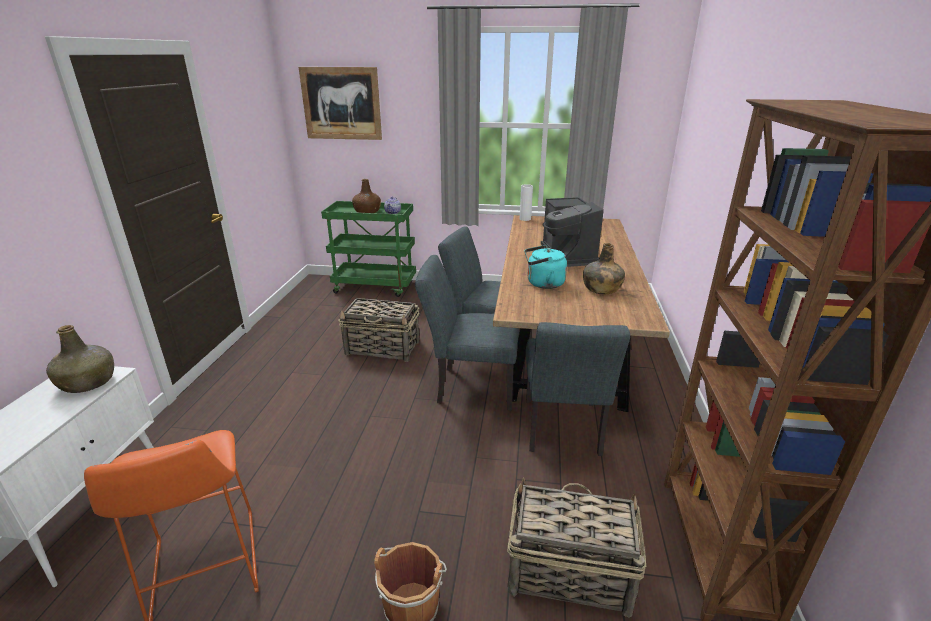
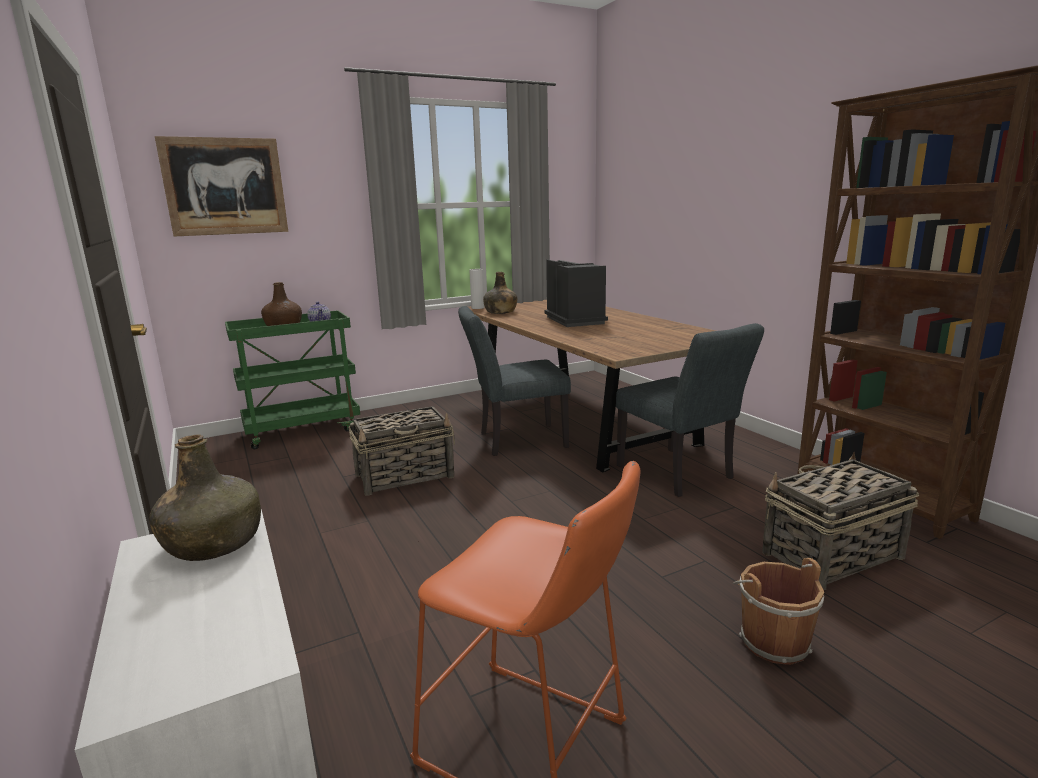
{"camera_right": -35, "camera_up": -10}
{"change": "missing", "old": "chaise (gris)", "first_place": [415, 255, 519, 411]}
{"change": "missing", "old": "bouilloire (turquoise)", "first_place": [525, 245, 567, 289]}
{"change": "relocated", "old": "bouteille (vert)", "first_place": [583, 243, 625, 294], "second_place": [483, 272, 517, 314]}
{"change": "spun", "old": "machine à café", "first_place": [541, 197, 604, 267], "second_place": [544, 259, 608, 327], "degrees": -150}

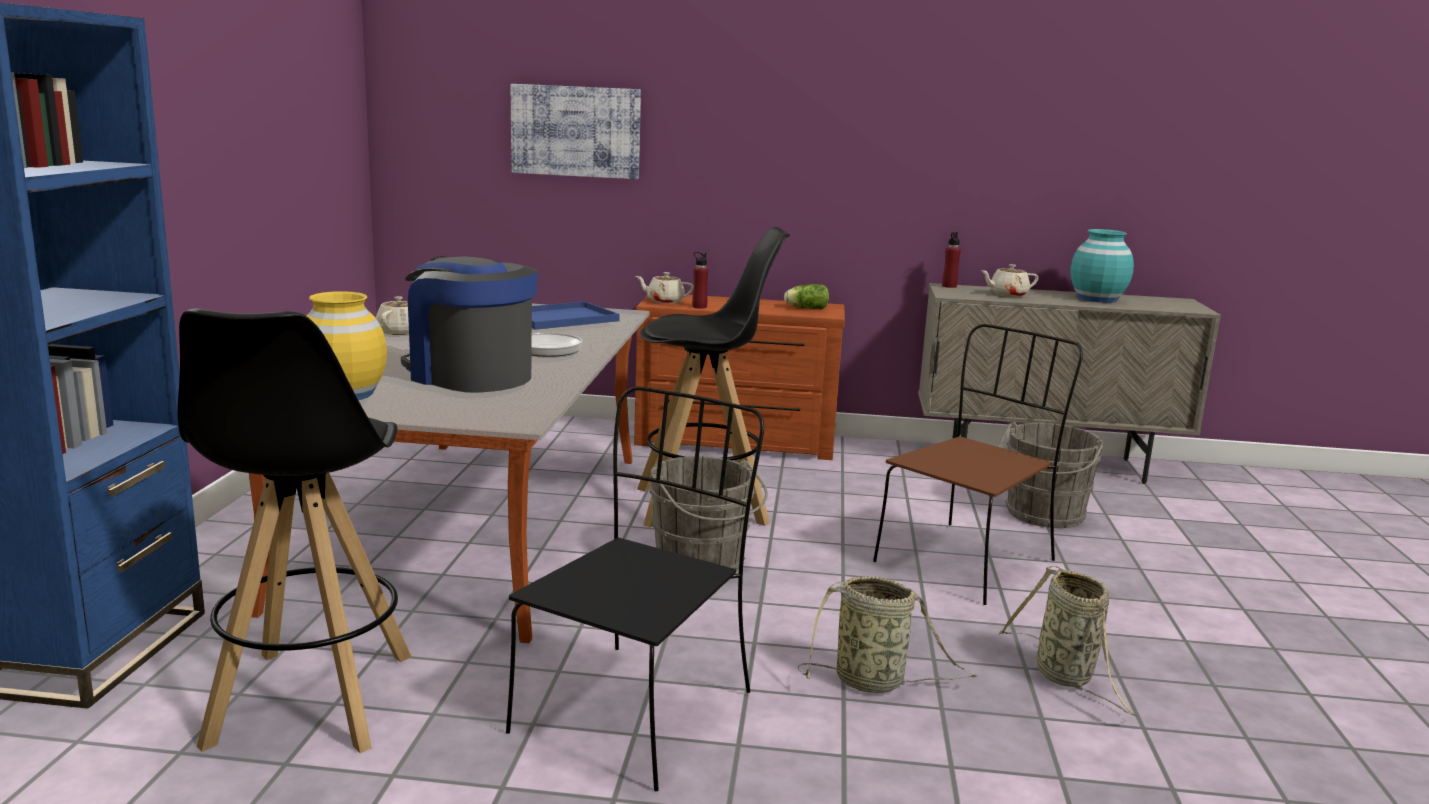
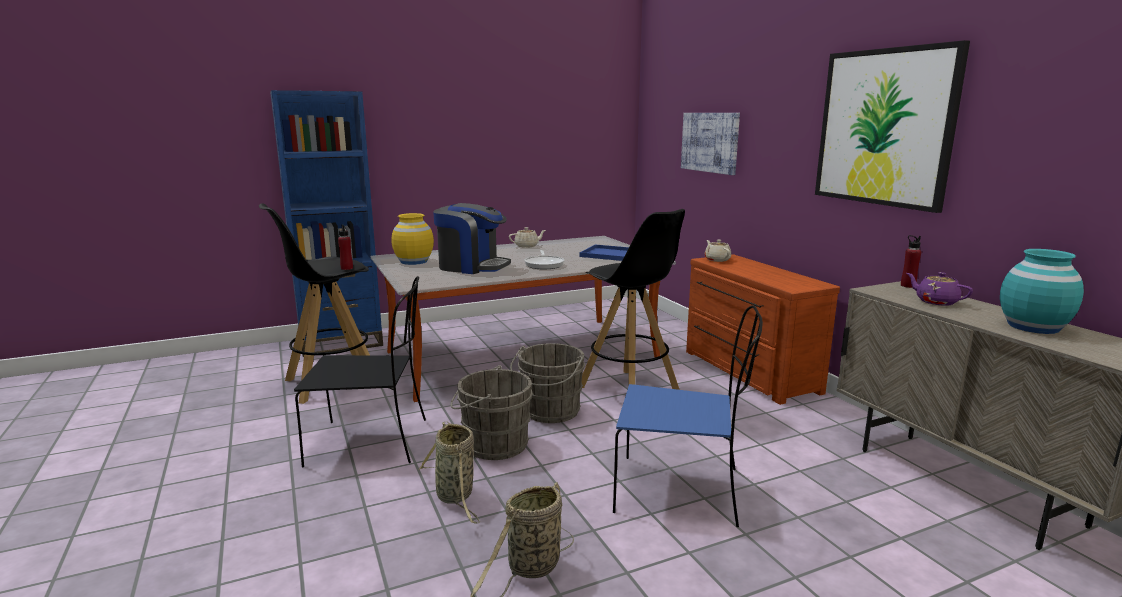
{"camera_right": 60, "camera_up": 0}
{"change": "missing", "old": "laitue", "first_place": [784, 284, 829, 309]}
{"change": "appeared", "new": "tableau", "second_place": [815, 40, 970, 213]}
{"change": "relocated", "old": "bouteille (rouge)", "first_place": [692, 252, 709, 309], "second_place": [338, 224, 353, 270]}
{"change": "relocated", "old": "seau (gris)", "first_place": [999, 422, 1104, 528], "second_place": [450, 365, 533, 460]}
{"change": "colour", "old": "chaise (marron)", "new": "chaise (bleu)", "first_place": [873, 324, 1083, 605], "second_place": [613, 305, 763, 527]}
{"change": "colour", "old": "théière (beige)", "new": "théière (violet)", "first_place": [980, 264, 1038, 297], "second_place": [906, 272, 973, 306]}
{"change": "spun", "old": "machine à café", "first_place": [401, 256, 538, 393], "second_place": [433, 203, 511, 274], "degrees": 105}

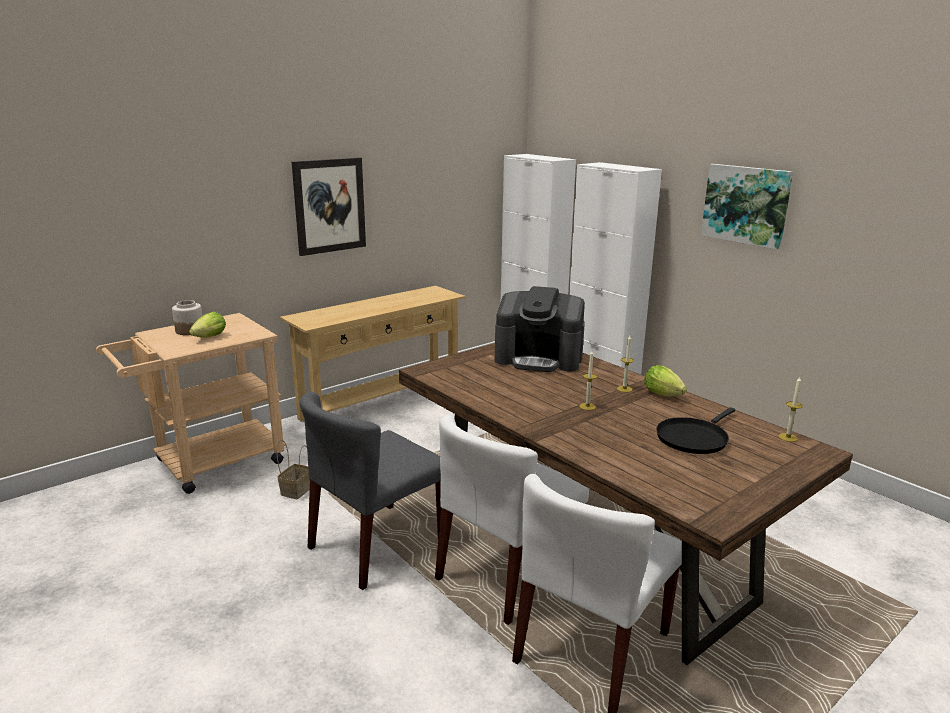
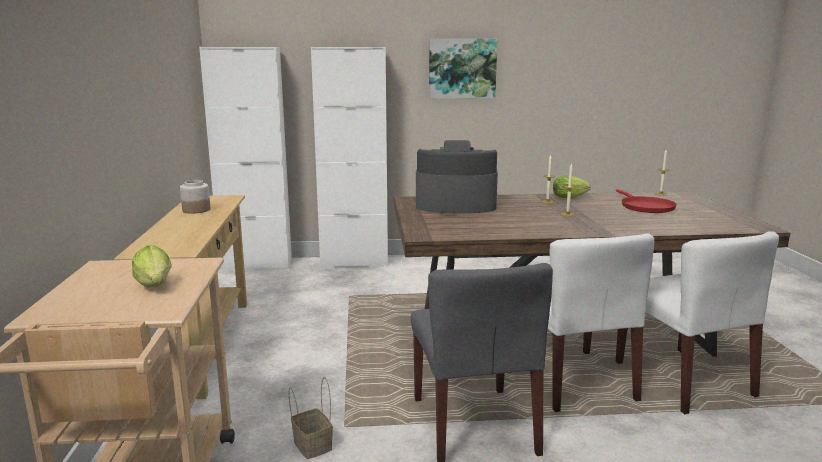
{"camera_right": -55, "camera_up": -5}
{"change": "missing", "old": "tableau", "first_place": [292, 158, 366, 256]}
{"change": "relocated", "old": "bocal", "first_place": [172, 300, 202, 335], "second_place": [180, 180, 210, 214]}
{"change": "colour", "old": "poêle (noir)", "new": "poêle (rouge)", "first_place": [656, 407, 735, 454], "second_place": [616, 189, 677, 213]}
{"change": "spun", "old": "machine à café", "first_place": [495, 286, 585, 372], "second_place": [416, 140, 498, 214], "degrees": -135}

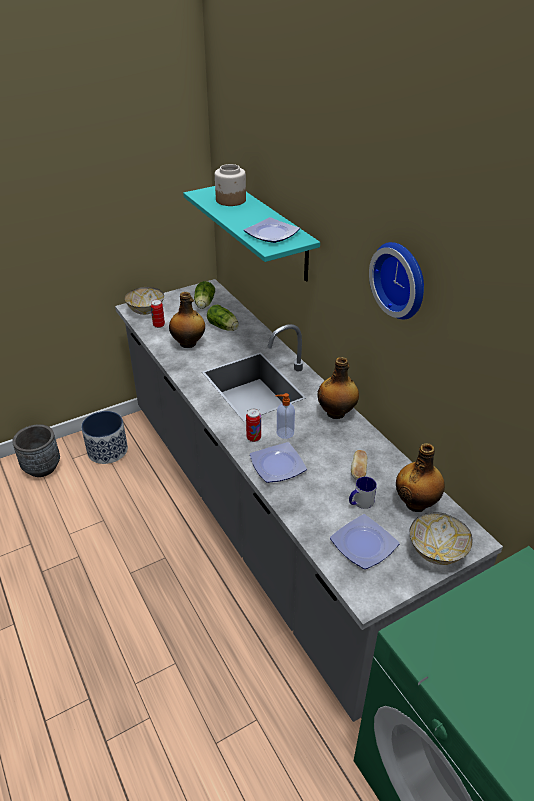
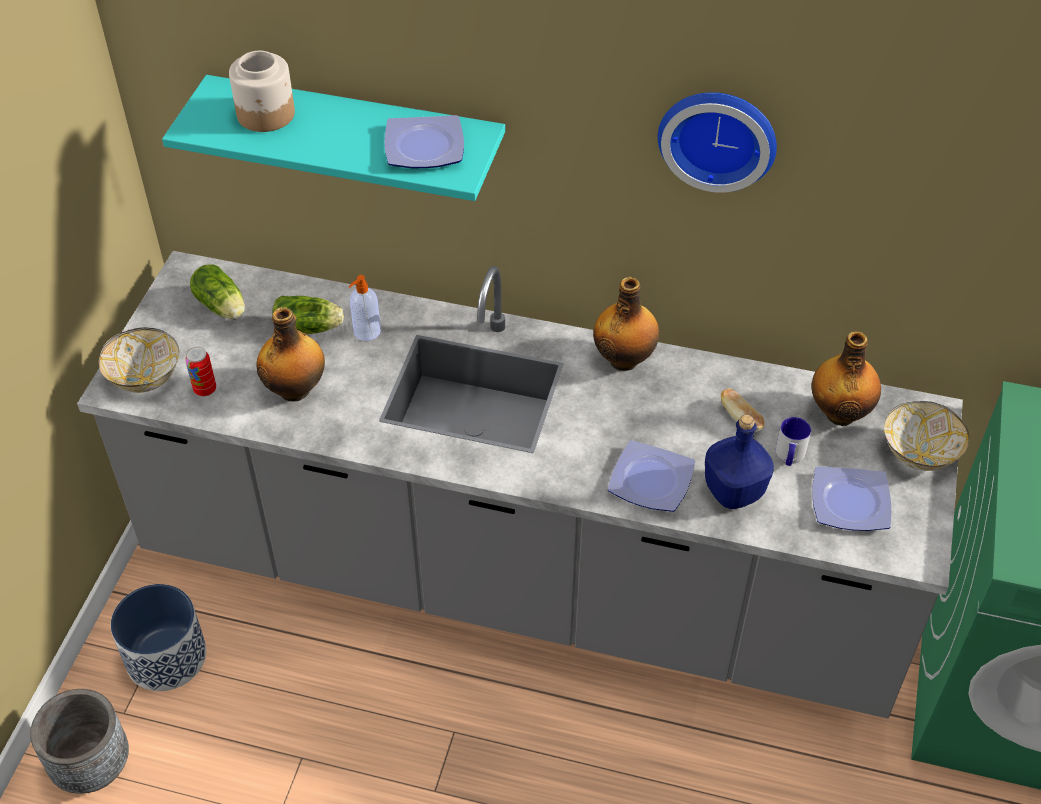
{"camera_right": -45, "camera_up": 10}
{"change": "missing", "old": "boîte métallique", "first_place": [246, 408, 261, 442]}
{"change": "appeared", "new": "bouteille (bleu)", "second_place": [705, 414, 774, 509]}
{"change": "relocated", "old": "distributeur de savon", "first_place": [275, 393, 295, 439], "second_place": [349, 275, 381, 341]}

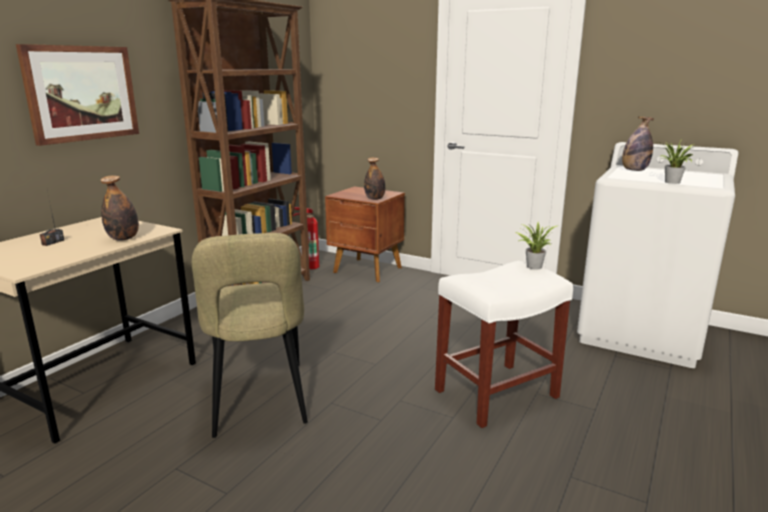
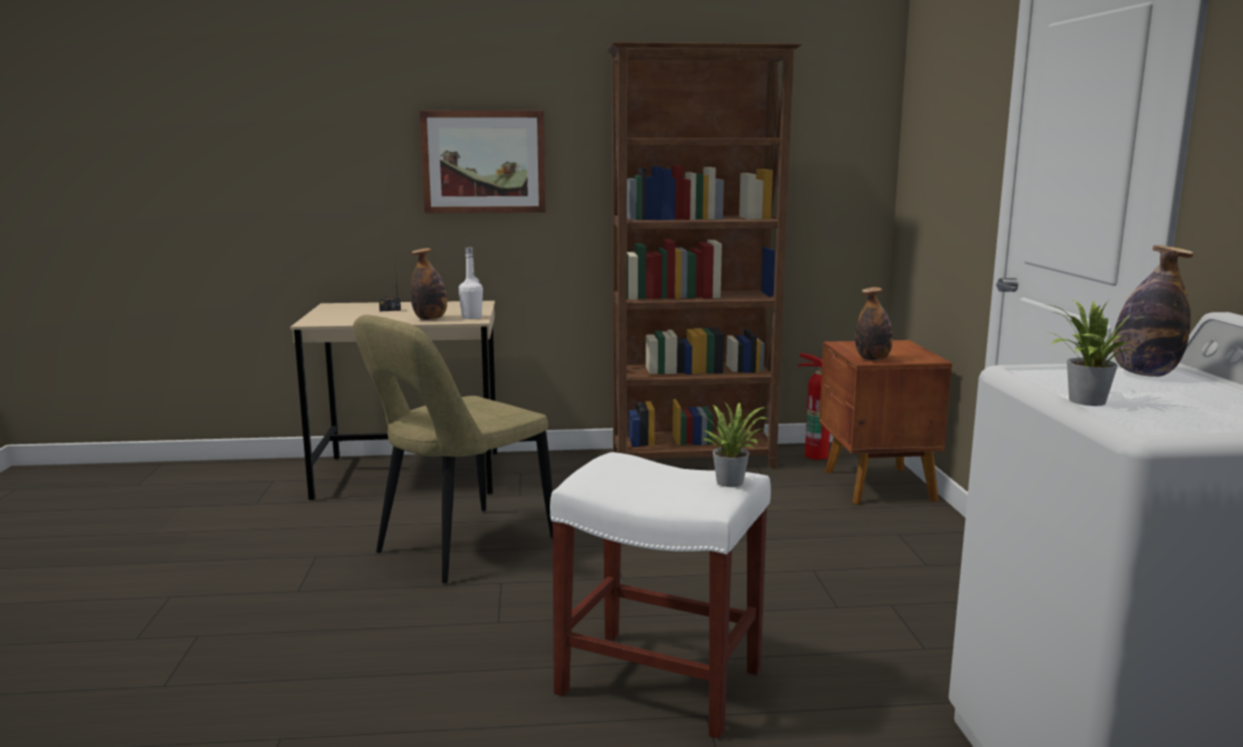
{"camera_right": 55, "camera_up": -5}
{"change": "appeared", "new": "bouteille (blanc)", "second_place": [458, 247, 483, 319]}

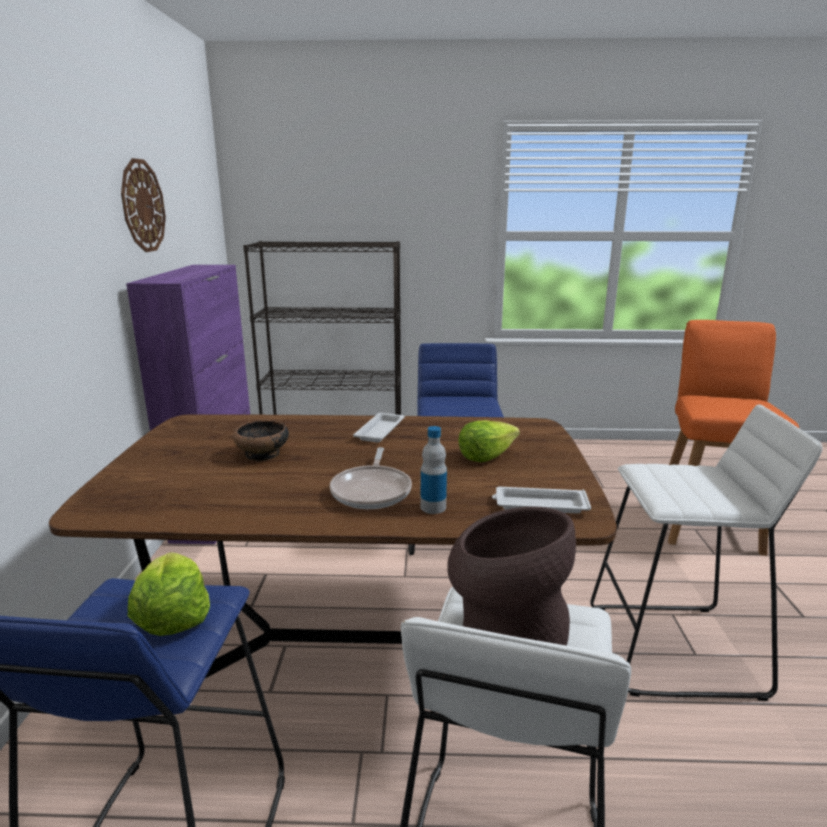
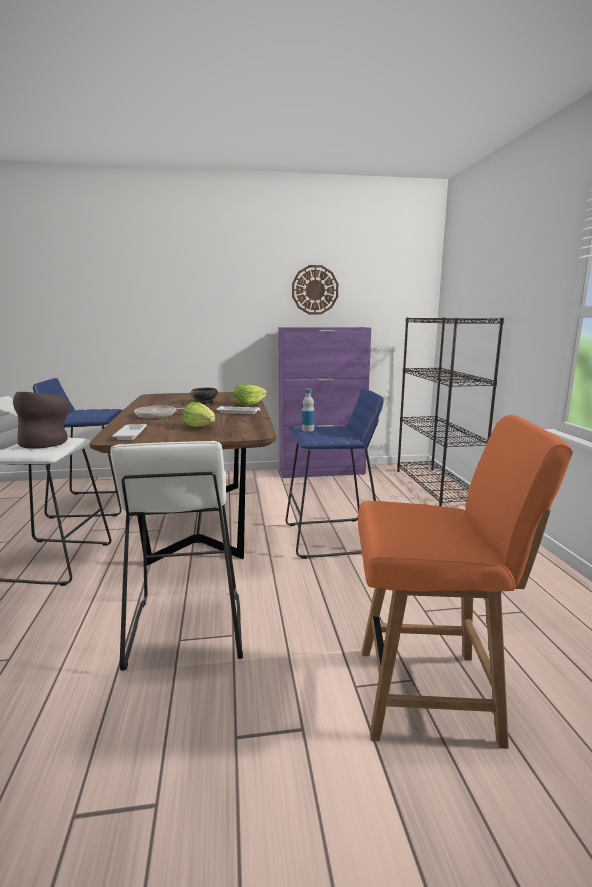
{"camera_right": 80, "camera_up": -5}
{"change": "relocated", "old": "laitue", "first_place": [128, 552, 210, 636], "second_place": [234, 384, 267, 405]}
{"change": "relocated", "old": "bouteille", "first_place": [421, 426, 447, 514], "second_place": [302, 389, 315, 432]}

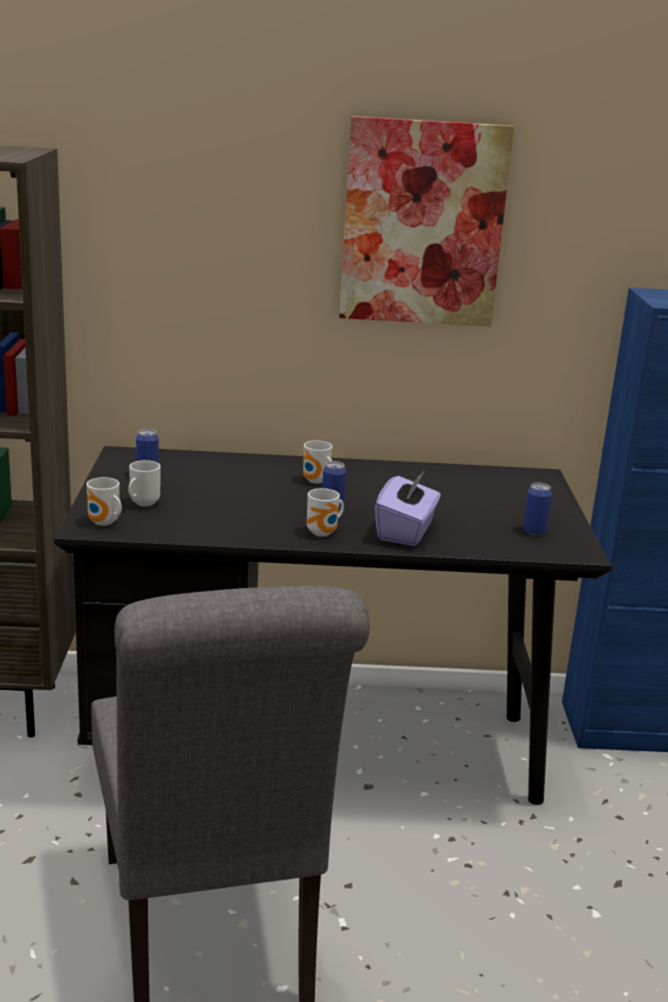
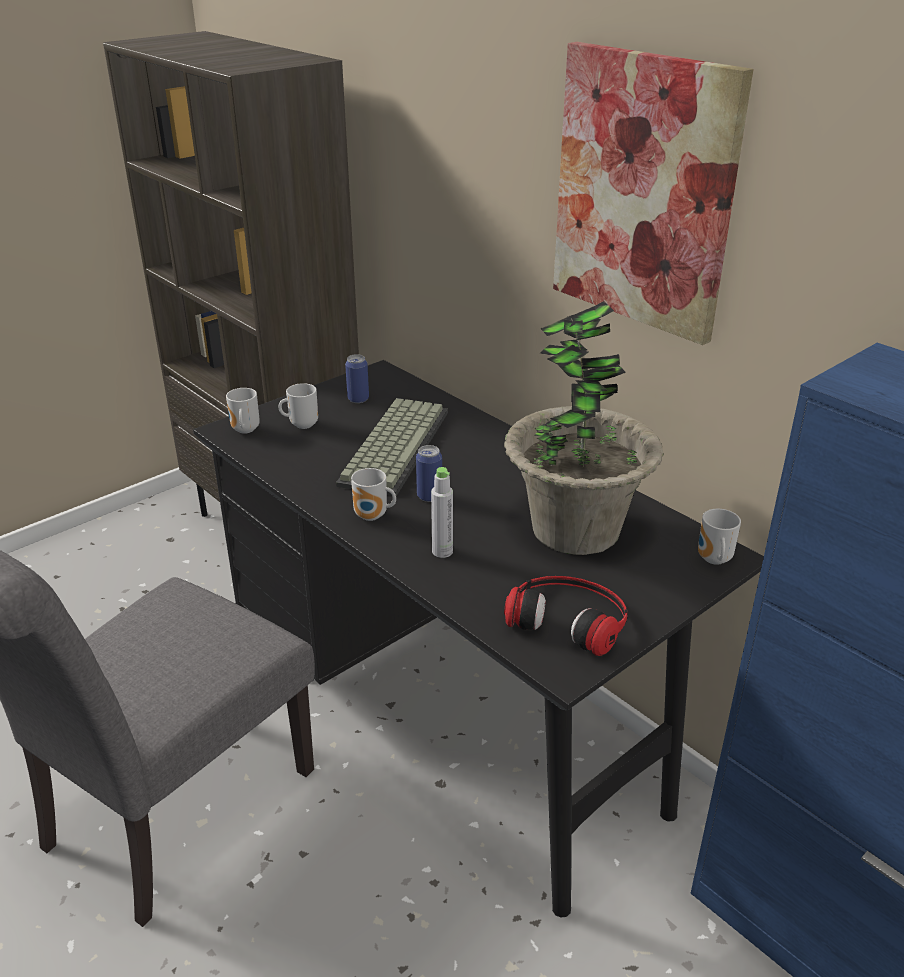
{"camera_right": 50, "camera_up": 10}
{"change": "appeared", "new": "clavier", "second_place": [336, 398, 448, 496]}
{"change": "appeared", "new": "plante en pot", "second_place": [504, 301, 663, 555]}
{"change": "relocated", "old": "mug", "first_place": [303, 441, 332, 483], "second_place": [698, 509, 741, 565]}
{"change": "exchanged", "old": "boîte à mouchoirs (violet)", "new": "bouteille (gris)", "first_place": [375, 472, 441, 546], "second_place": [431, 467, 453, 558]}
{"change": "exchanged", "old": "boîte métallique", "new": "casque audio", "first_place": [523, 482, 552, 535], "second_place": [504, 576, 628, 656]}

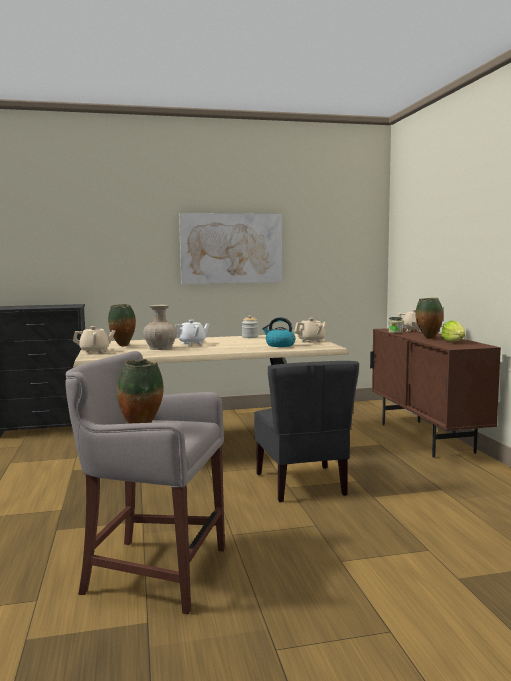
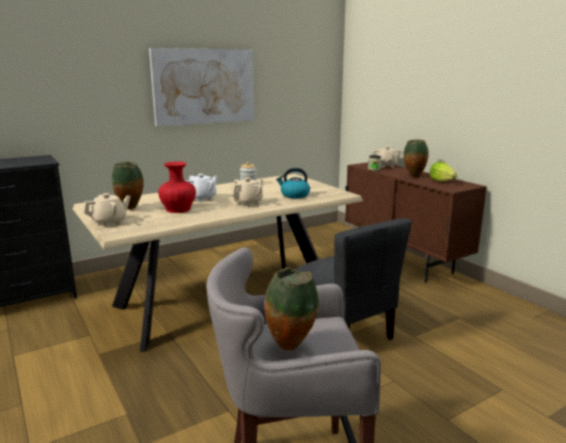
{"camera_right": -20, "camera_up": 10}
{"change": "relocated", "old": "théière (beige)", "first_place": [294, 318, 327, 343], "second_place": [231, 177, 263, 207]}
{"change": "colour", "old": "vase (beige)", "new": "vase (rouge)", "first_place": [143, 305, 177, 350], "second_place": [158, 162, 196, 213]}

